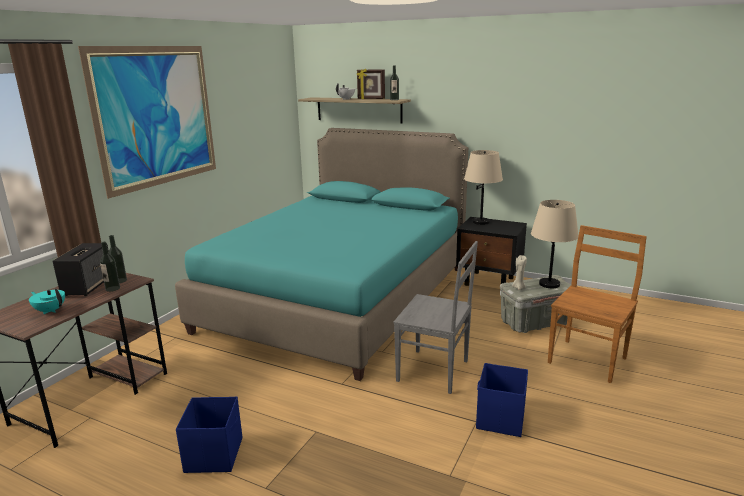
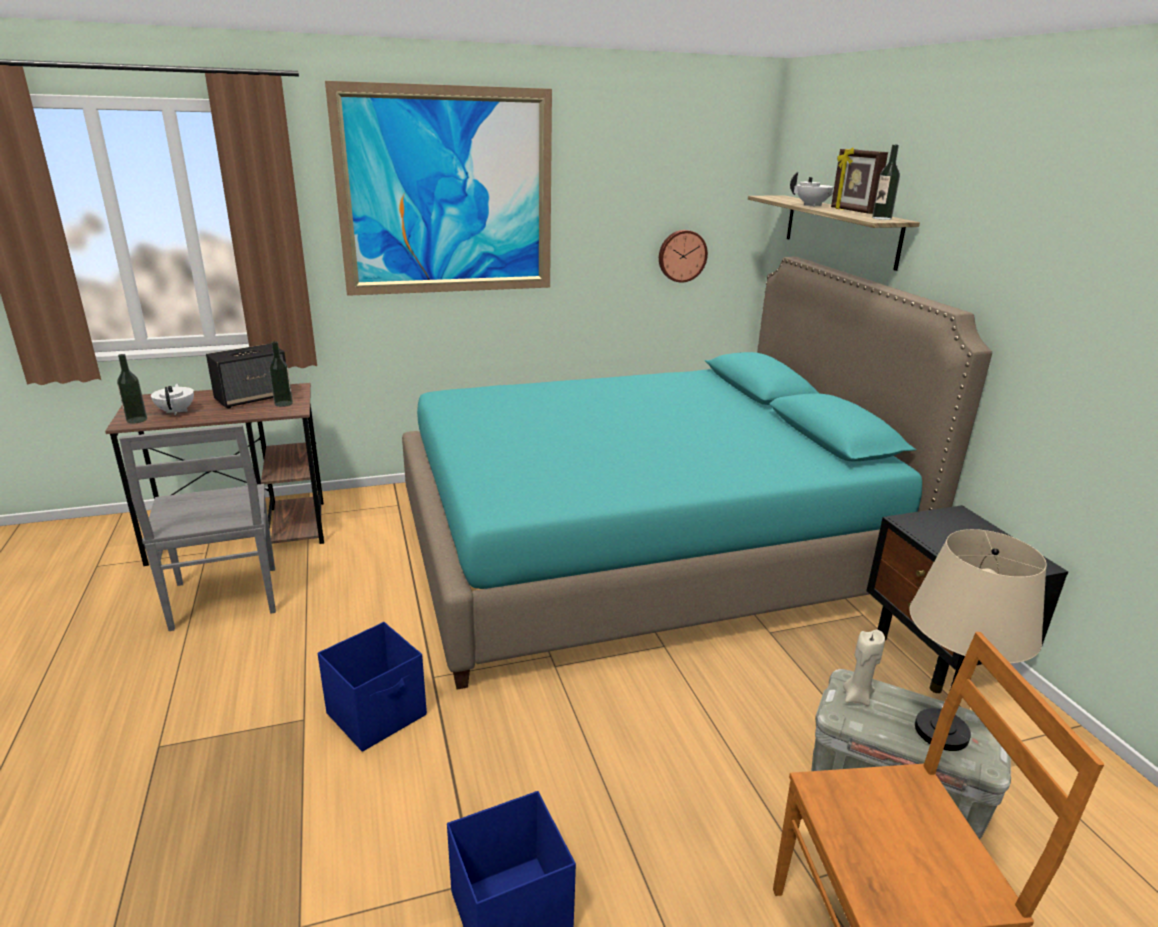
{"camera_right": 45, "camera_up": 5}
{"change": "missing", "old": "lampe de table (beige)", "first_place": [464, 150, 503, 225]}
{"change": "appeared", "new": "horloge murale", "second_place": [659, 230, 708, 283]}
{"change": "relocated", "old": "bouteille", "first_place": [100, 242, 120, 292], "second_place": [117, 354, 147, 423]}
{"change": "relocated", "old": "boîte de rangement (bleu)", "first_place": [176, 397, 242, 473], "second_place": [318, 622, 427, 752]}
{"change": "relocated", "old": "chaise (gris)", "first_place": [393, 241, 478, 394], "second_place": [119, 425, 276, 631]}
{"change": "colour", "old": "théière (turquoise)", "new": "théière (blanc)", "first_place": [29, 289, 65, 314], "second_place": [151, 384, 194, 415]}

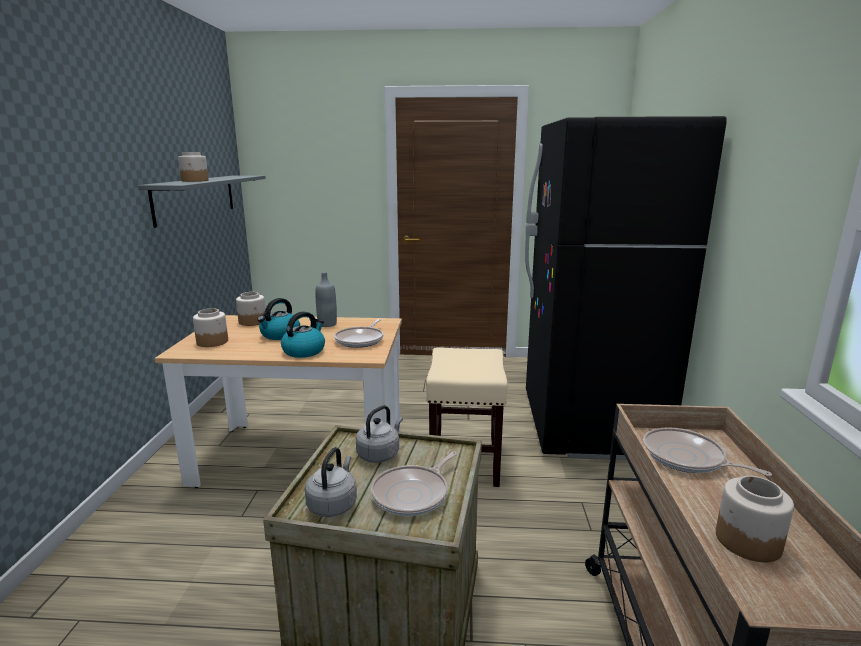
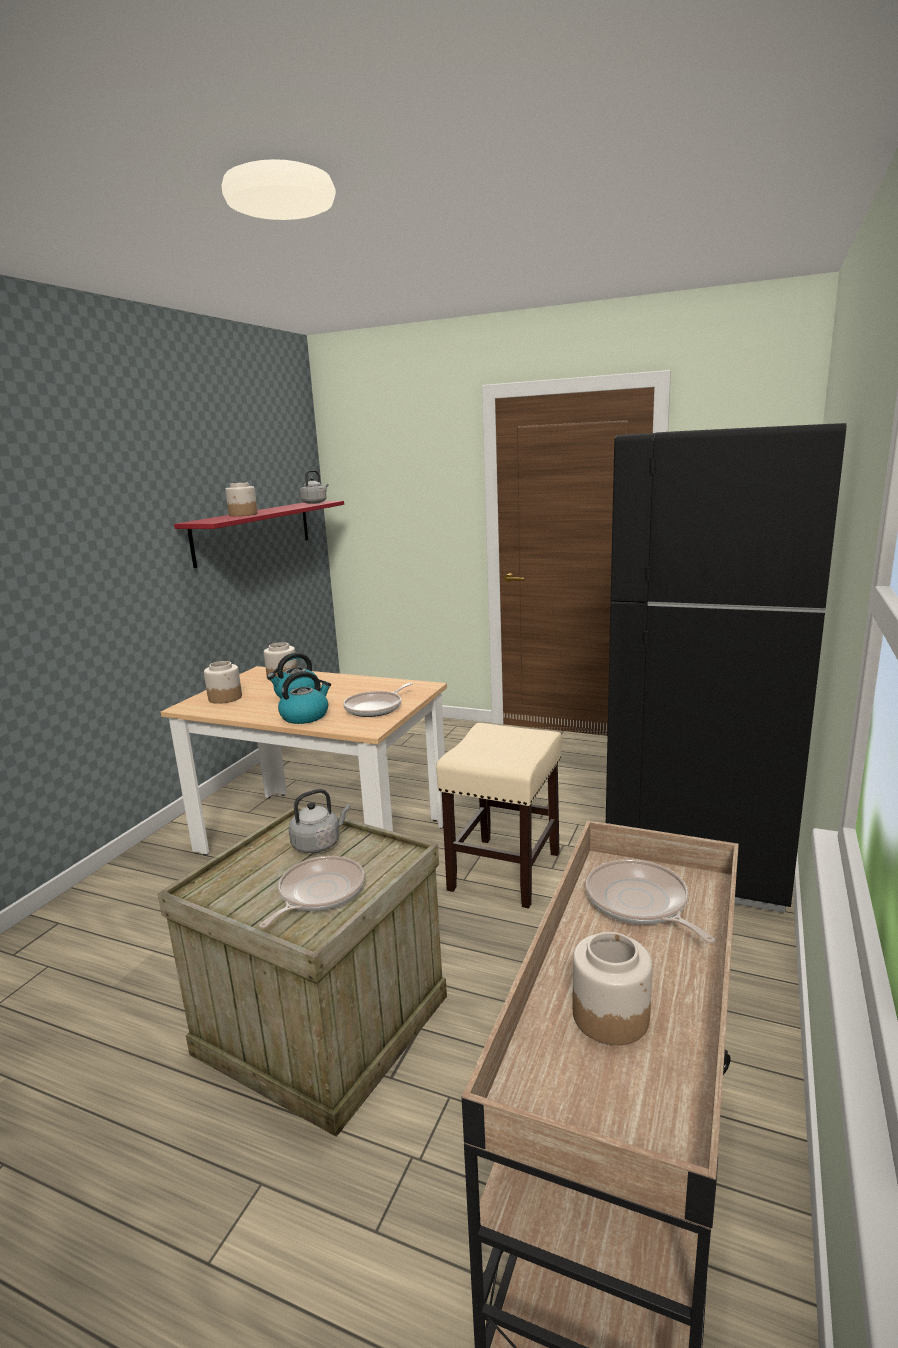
{"camera_right": 20, "camera_up": 0}
{"change": "missing", "old": "bouteille (gris)", "first_place": [316, 272, 337, 327]}
{"change": "relocated", "old": "bouilloire (gris)", "first_place": [305, 447, 357, 517], "second_place": [300, 470, 329, 504]}
{"change": "colour", "old": "étagère (gris)", "new": "étagère (rouge)", "first_place": [138, 175, 266, 228], "second_place": [174, 501, 344, 568]}
{"change": "spun", "old": "poêle", "first_place": [371, 452, 457, 516], "second_place": [259, 856, 365, 928], "degrees": 150}

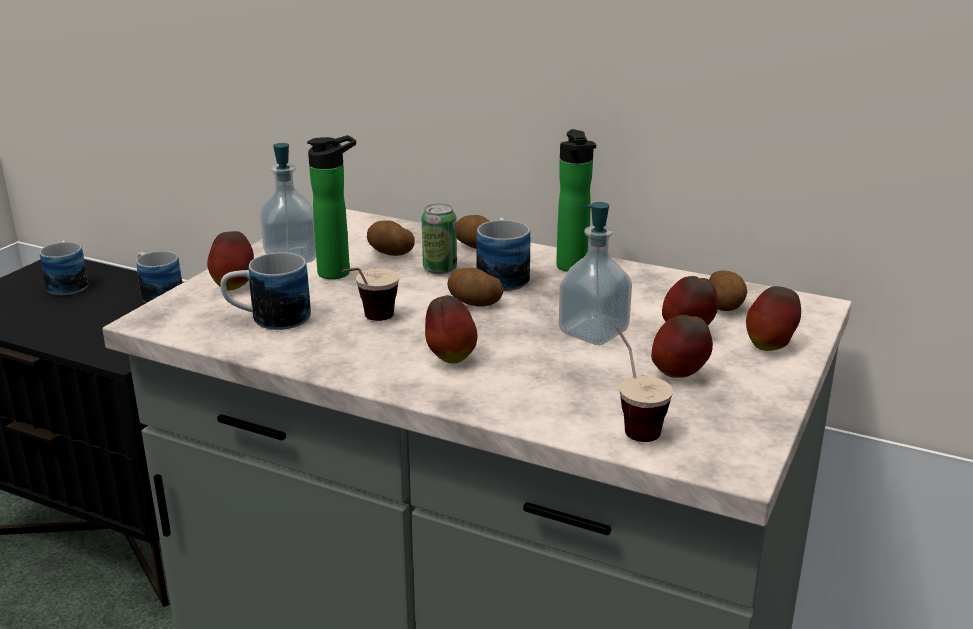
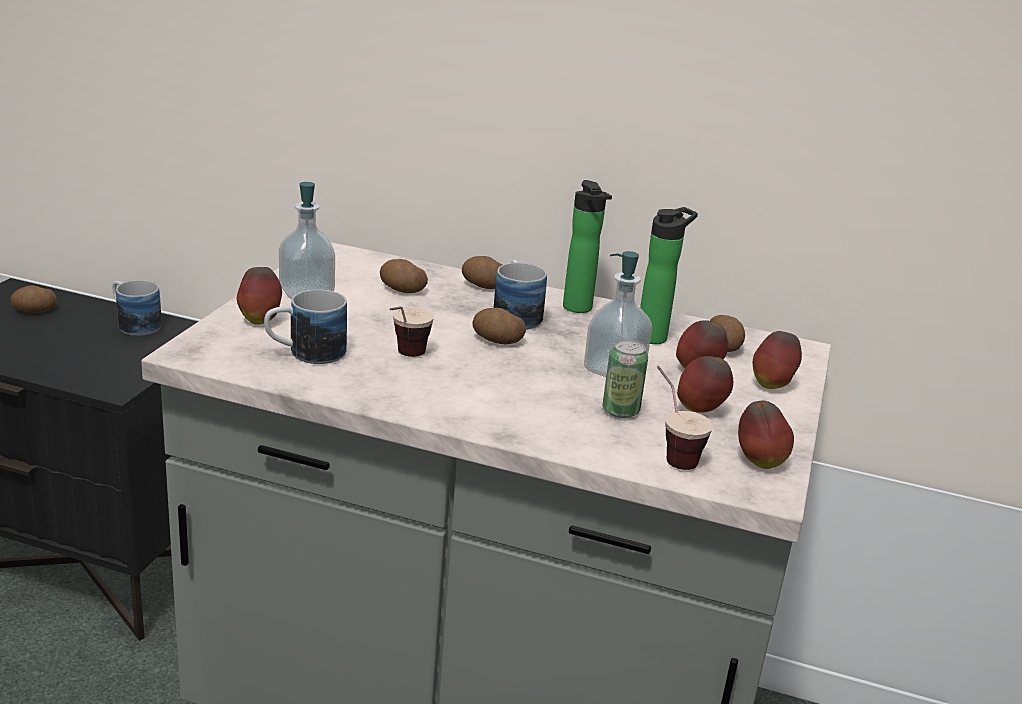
{"camera_right": -10, "camera_up": 0}
{"change": "relocated", "old": "bouteille", "first_place": [307, 135, 356, 279], "second_place": [640, 207, 698, 344]}
{"change": "relocated", "old": "boîte métallique", "first_place": [422, 204, 457, 274], "second_place": [602, 340, 648, 418]}
{"change": "relocated", "old": "pomme", "first_place": [425, 295, 477, 364], "second_place": [738, 400, 794, 469]}
{"change": "exchanged", "old": "mug", "new": "pomme de terre", "first_place": [40, 240, 88, 295], "second_place": [10, 285, 57, 313]}

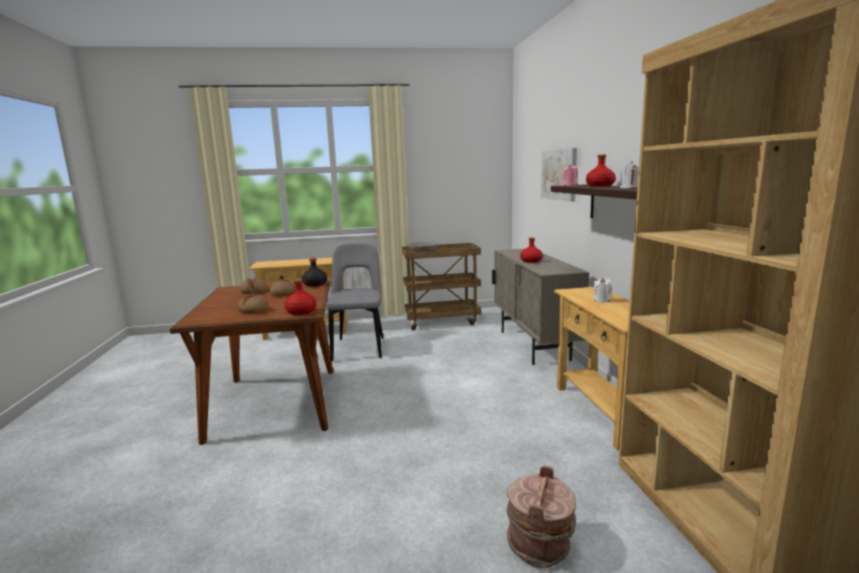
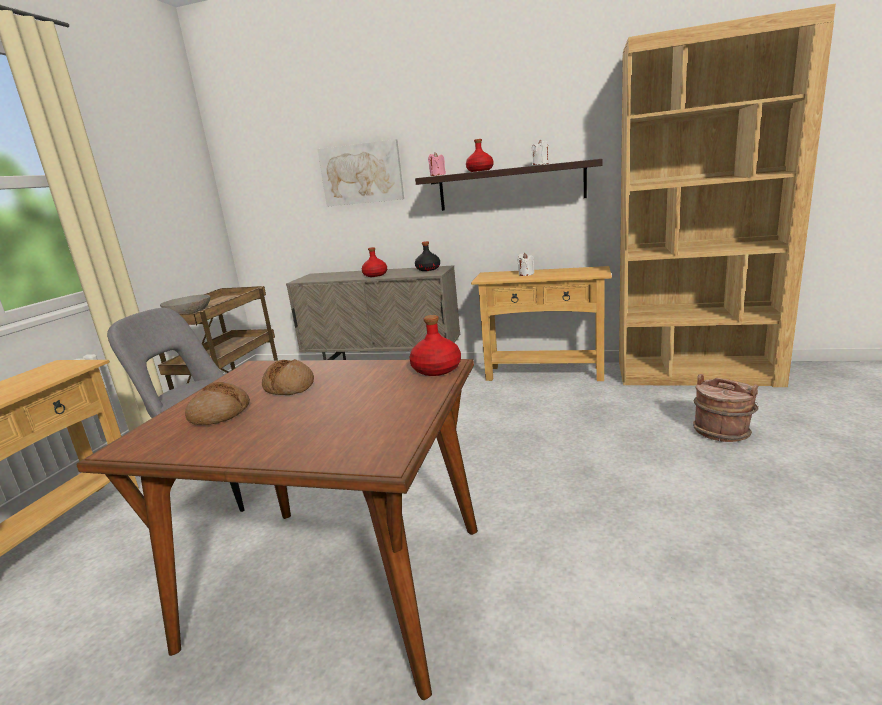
{"camera_right": -65, "camera_up": 5}
{"change": "missing", "old": "pain", "first_place": [238, 294, 269, 314]}
{"change": "relocated", "old": "bouteille (noir)", "first_place": [302, 258, 327, 287], "second_place": [415, 241, 440, 271]}

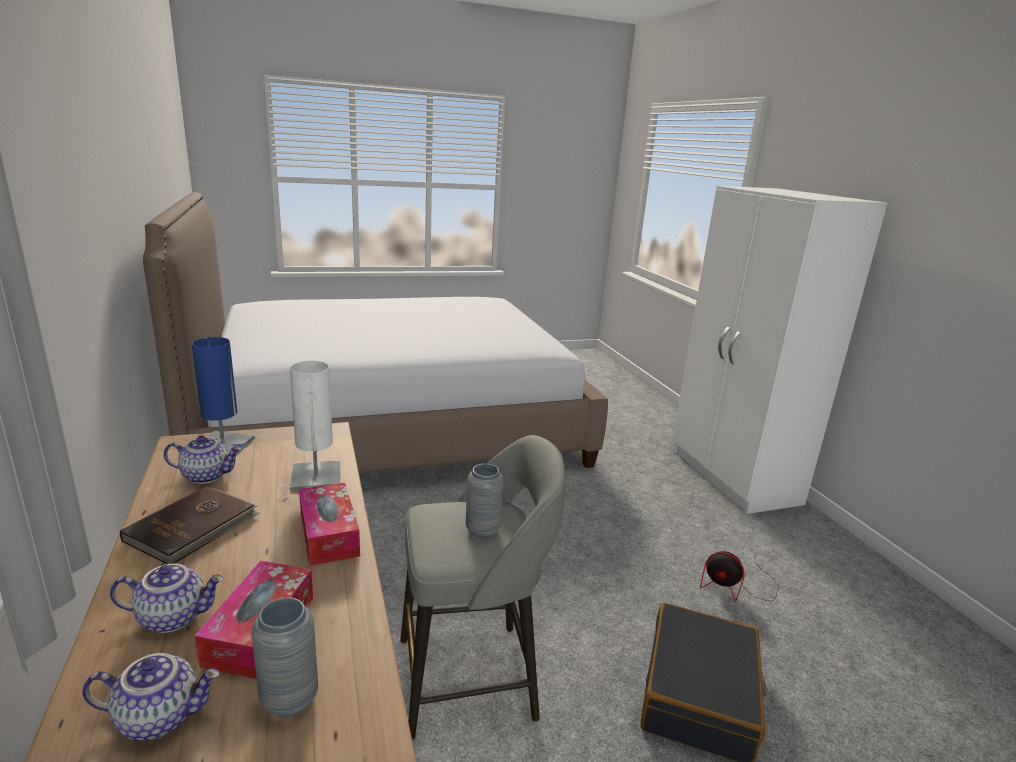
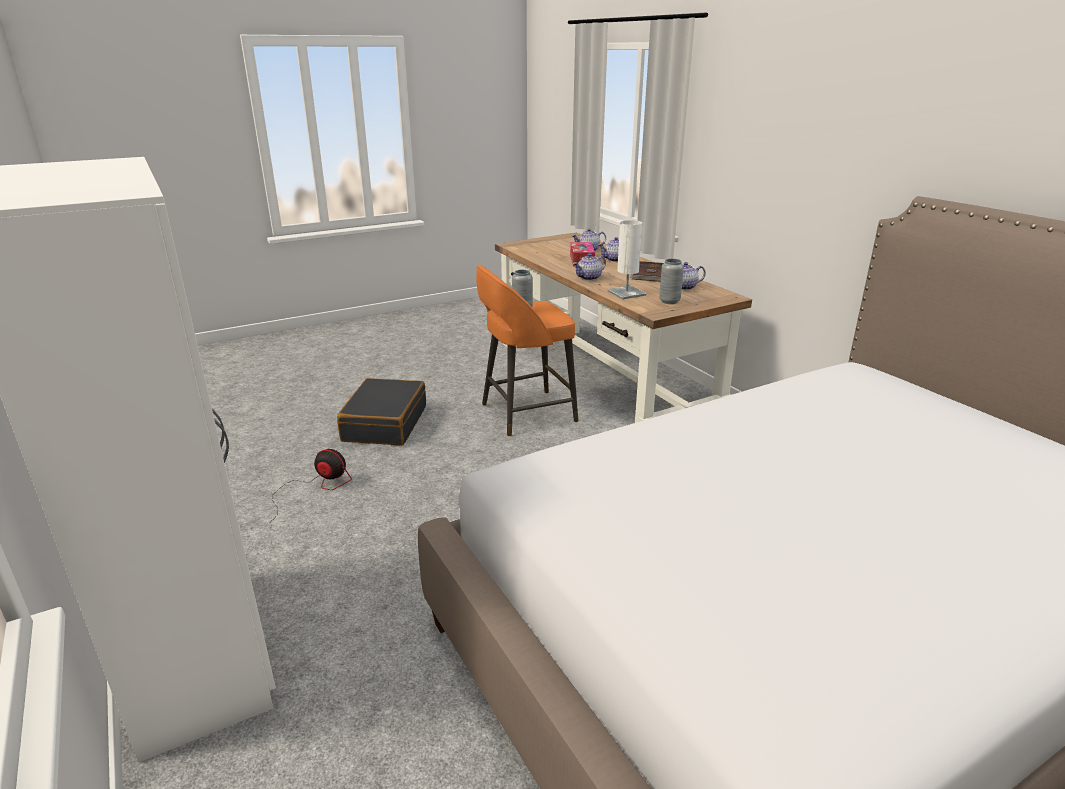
{"camera_right": 170, "camera_up": 5}
{"change": "missing", "old": "lampe de table (bleu)", "first_place": [192, 337, 255, 454]}
{"change": "relocated", "old": "vase (gris)", "first_place": [251, 597, 318, 717], "second_place": [659, 259, 684, 304]}
{"change": "exchanged", "old": "boîte à mouchoirs", "new": "théière", "first_place": [299, 483, 360, 566], "second_place": [573, 254, 606, 281]}
{"change": "colour", "old": "tabouret (gris)", "new": "tabouret (orange)", "first_place": [400, 435, 565, 740], "second_place": [476, 265, 578, 436]}

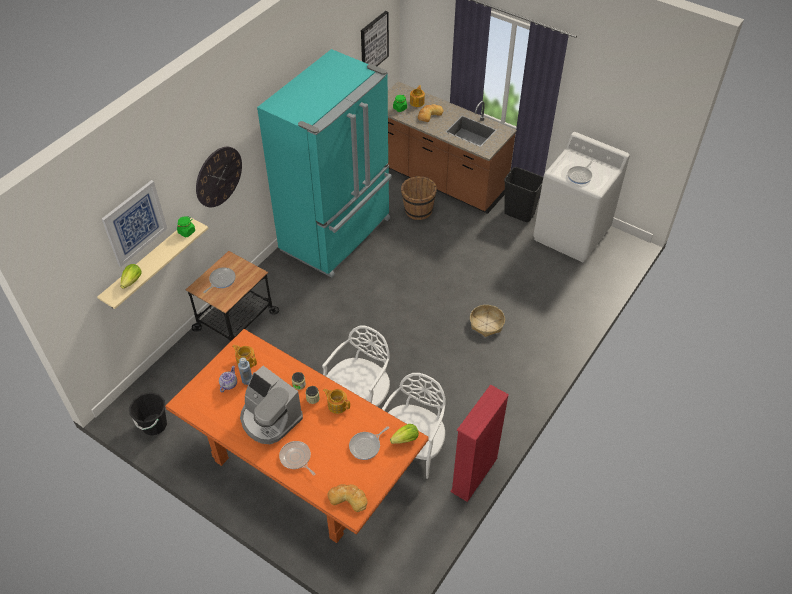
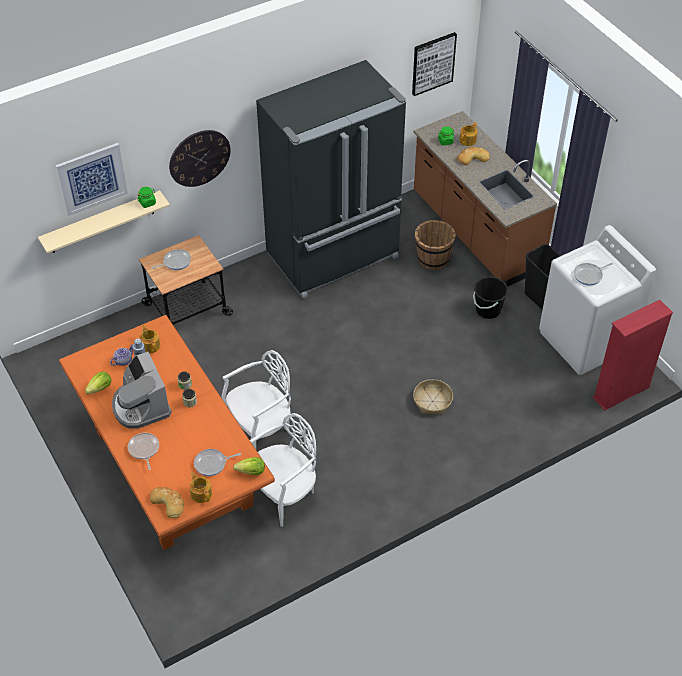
{"camera_right": 25, "camera_up": 0}
{"change": "relocated", "old": "laitue", "first_place": [120, 264, 142, 289], "second_place": [85, 372, 112, 394]}
{"change": "relocated", "old": "seau (noir)", "first_place": [129, 392, 167, 436], "second_place": [473, 277, 508, 319]}
{"change": "relocated", "old": "théière", "first_place": [323, 389, 350, 414], "second_place": [190, 472, 212, 503]}
{"change": "relocated", "old": "bibliothèque (rouge)", "first_place": [450, 385, 509, 502], "second_place": [593, 300, 673, 411]}
{"change": "colour", "old": "réfrigérateur (turquoise)", "new": "réfrigérateur (noir)", "first_place": [257, 49, 391, 278], "second_place": [256, 60, 406, 299]}

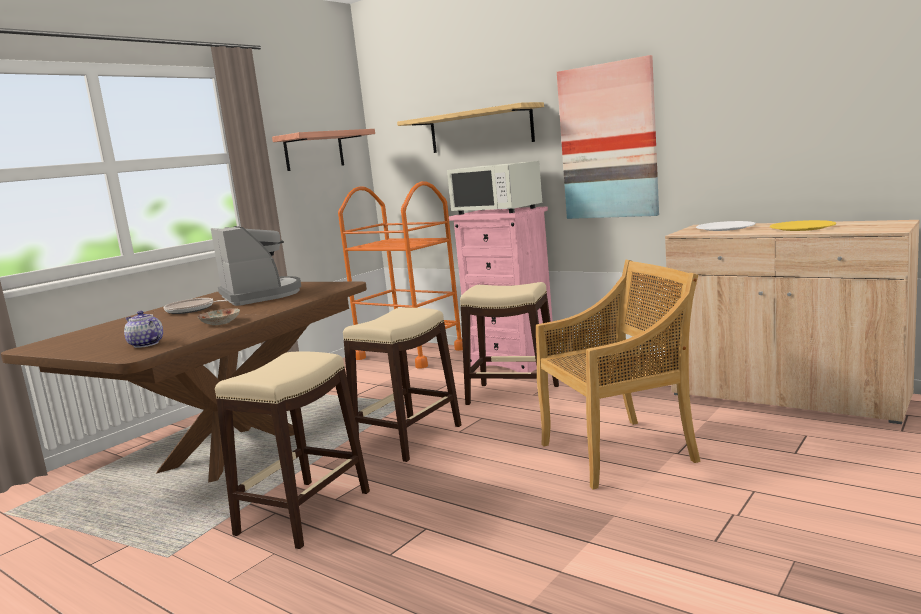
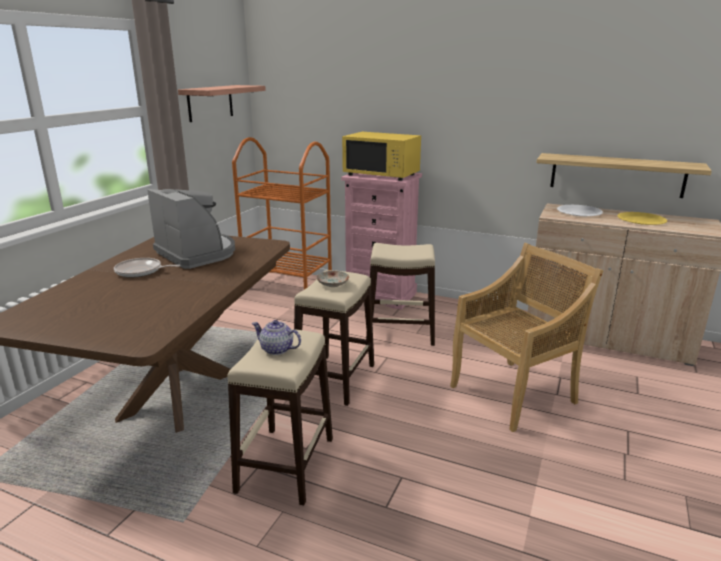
{"camera_right": -15, "camera_up": 10}
{"change": "missing", "old": "tableau", "first_place": [557, 55, 659, 219]}
{"change": "relocated", "old": "théière", "first_place": [124, 311, 163, 348], "second_place": [252, 320, 301, 355]}
{"change": "relocated", "old": "assiette", "first_place": [197, 308, 240, 326], "second_place": [316, 271, 349, 287]}
{"change": "relocated", "old": "étagère", "first_place": [397, 102, 544, 153], "second_place": [536, 153, 712, 198]}
{"change": "colour", "old": "micro-ondes (blanc)", "new": "micro-ondes (jaune)", "first_place": [447, 161, 542, 215], "second_place": [342, 132, 421, 181]}

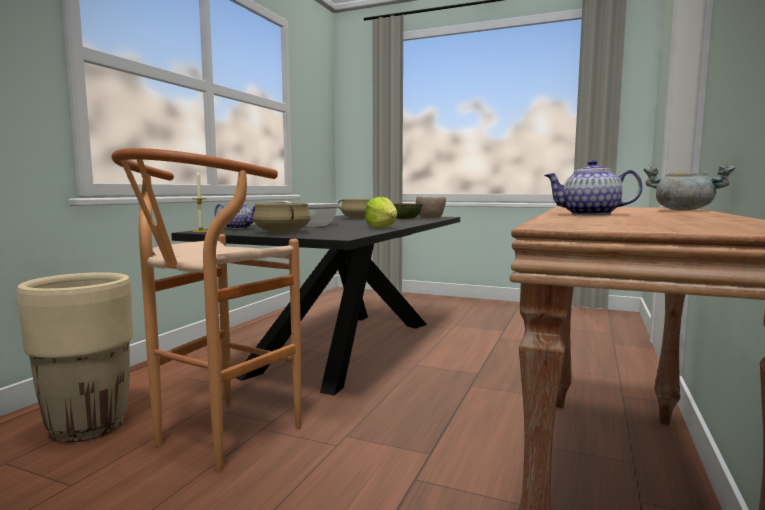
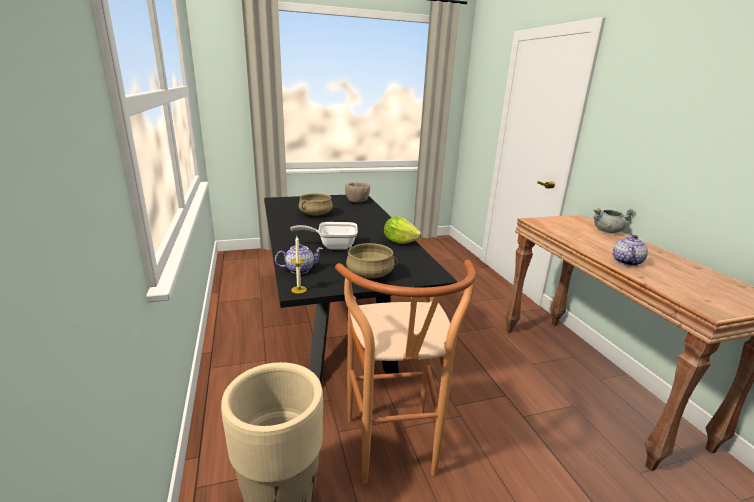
{"camera_right": -40, "camera_up": 15}
{"change": "missing", "old": "bol", "first_place": [393, 204, 422, 219]}
{"change": "spun", "old": "théière", "first_place": [544, 160, 643, 215], "second_place": [613, 235, 648, 266], "degrees": 150}

